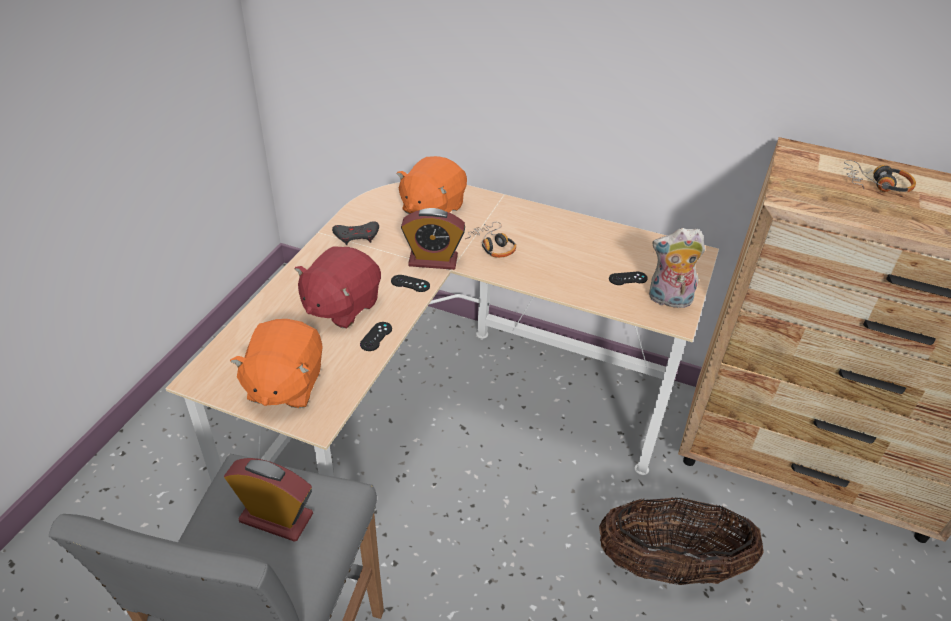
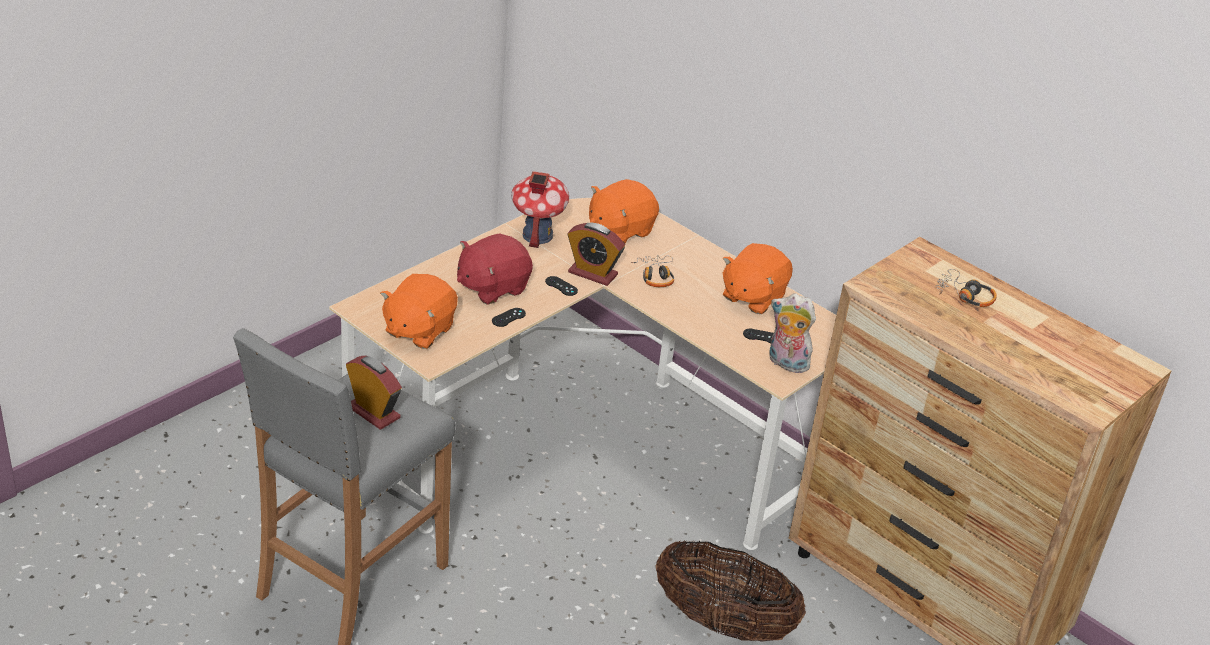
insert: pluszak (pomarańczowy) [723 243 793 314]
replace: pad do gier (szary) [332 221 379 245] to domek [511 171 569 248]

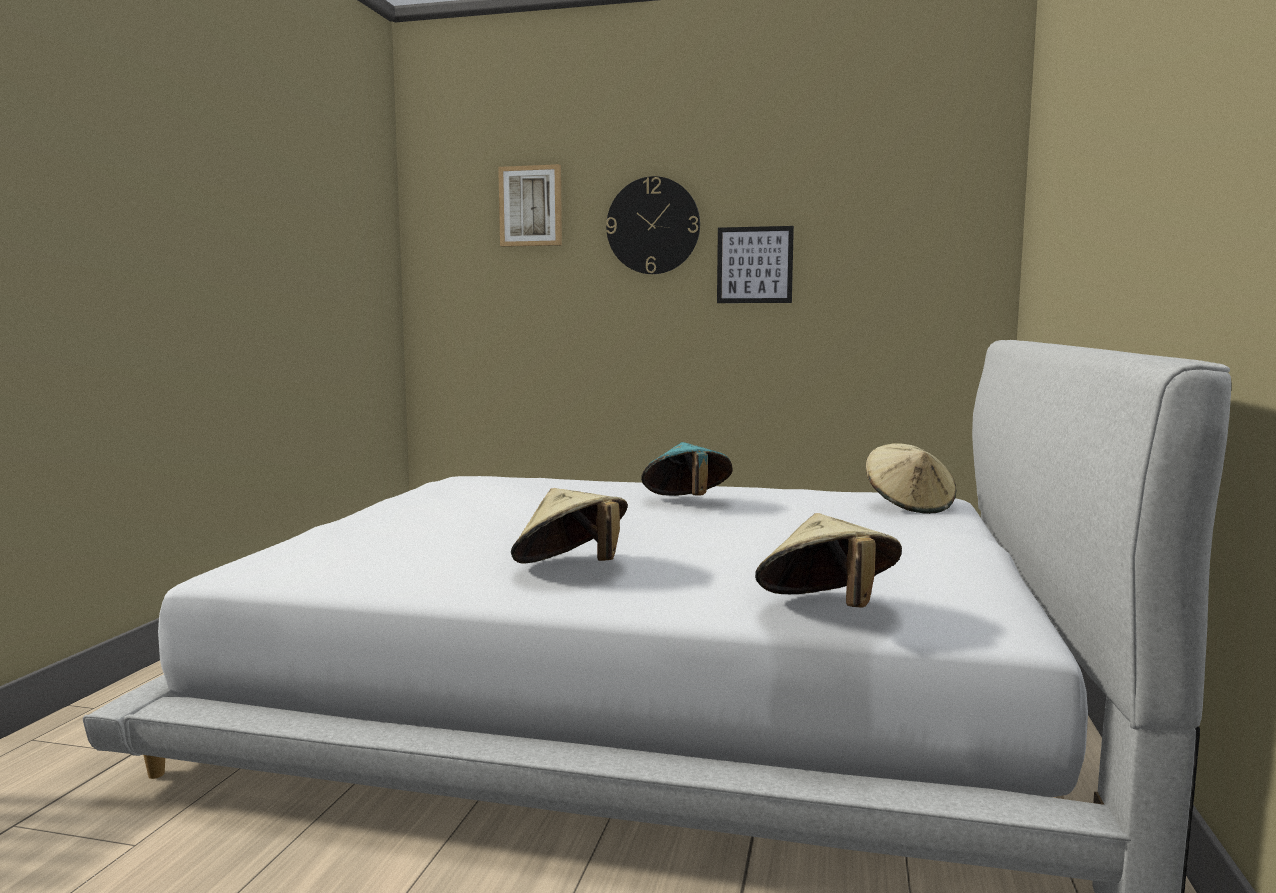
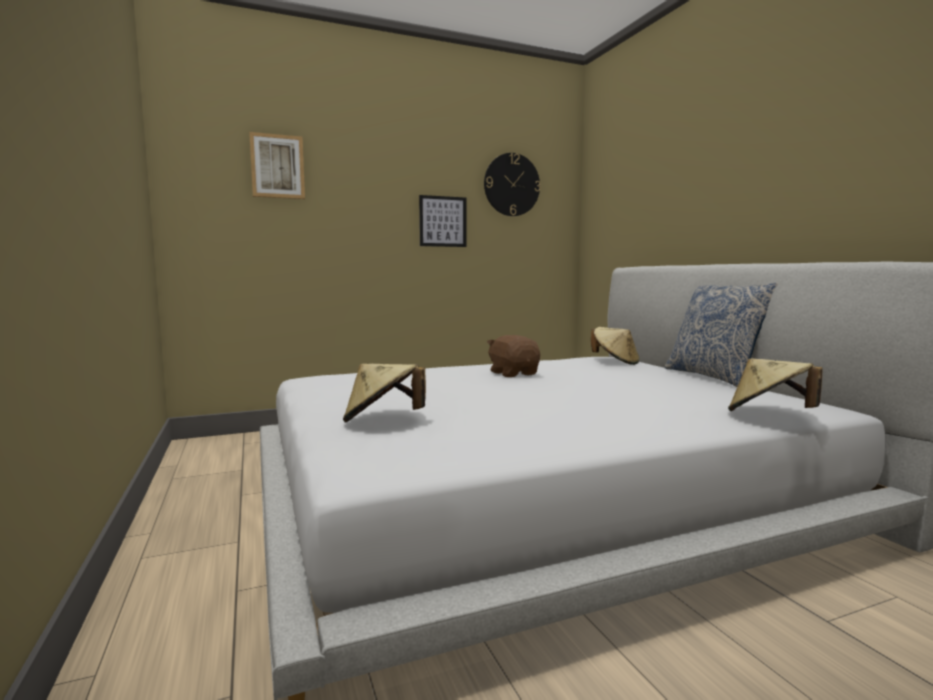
insert: poduszka [664 282 778 387]
move: zegar ścienny [606 176 700 274] to [484 153 541 216]; kapelusz (beżowy) [511 488 628 564] to [343 364 426 423]
replace: kapelusz (turkusowy) [641 442 733 496] to pluszak (brązowy) [487 335 540 377]

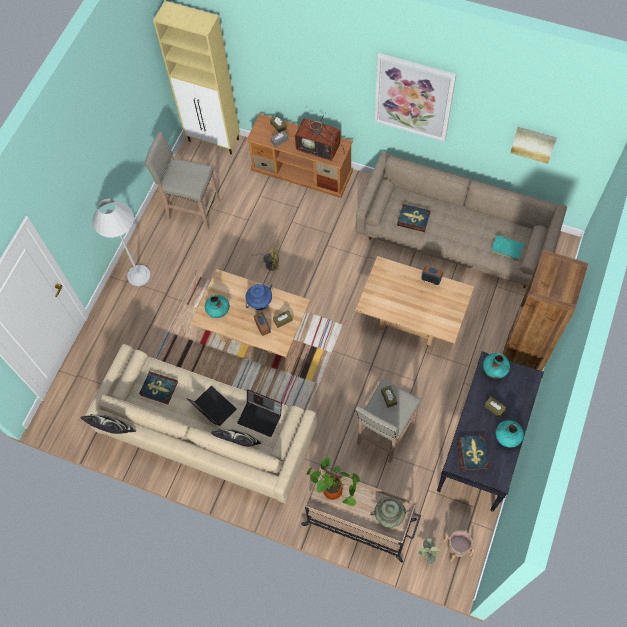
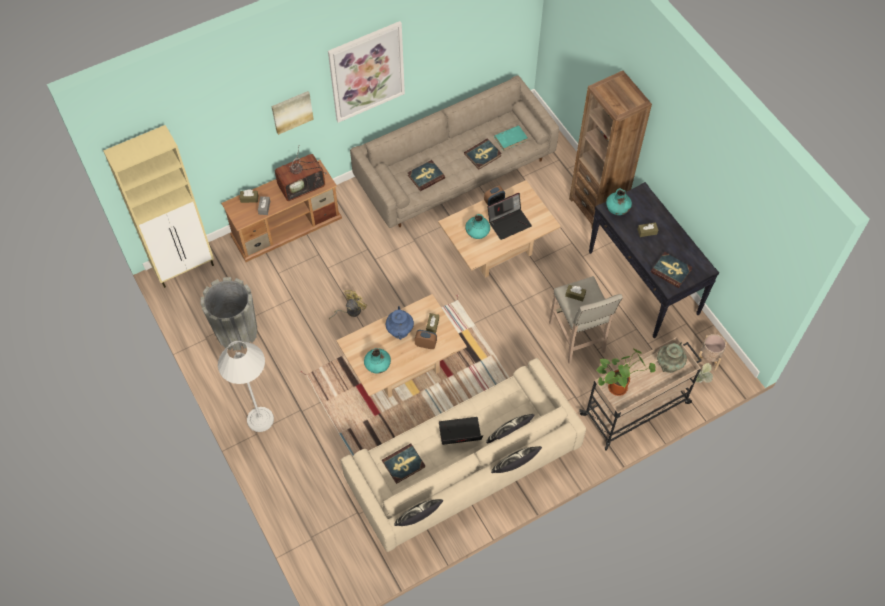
insert: książka [464 139 502 169]; poduszka [491 446 542 473]
move: obraz [510 127 557 164] to [271 91 314 135]; laptop [237 389 282 437] to [487 193 532 240]; wazon (turkusowy) [496 420 524 448] to [465 214 490 239]
replace: stołek (beżowy) [144 131 220 230] to donica (szary) [201 277 257 350]

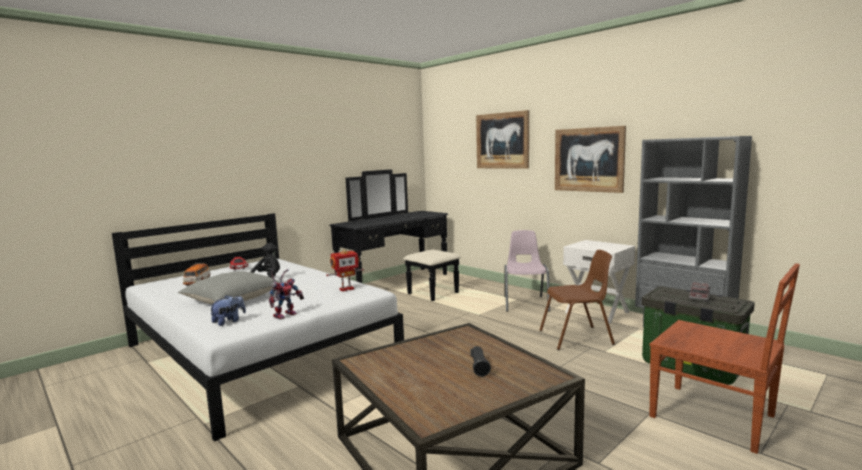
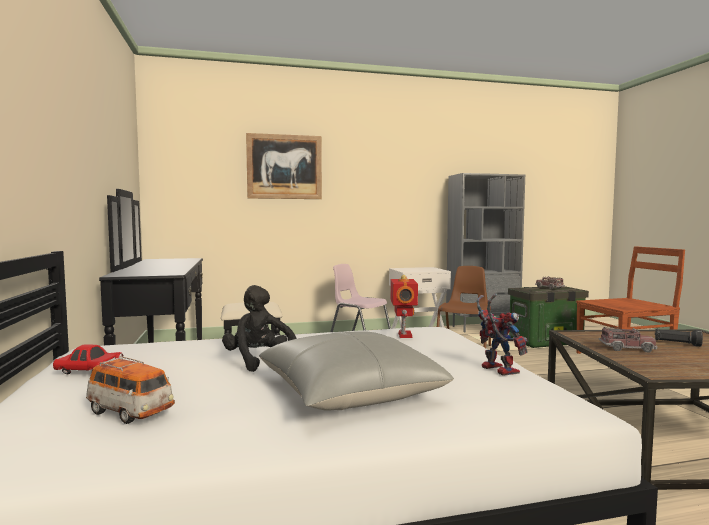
delete: obraz [555 126 626 193]; pluszak [209 295 246 326]
insert: ciężarówka zabawkowa [599 327 657 352]

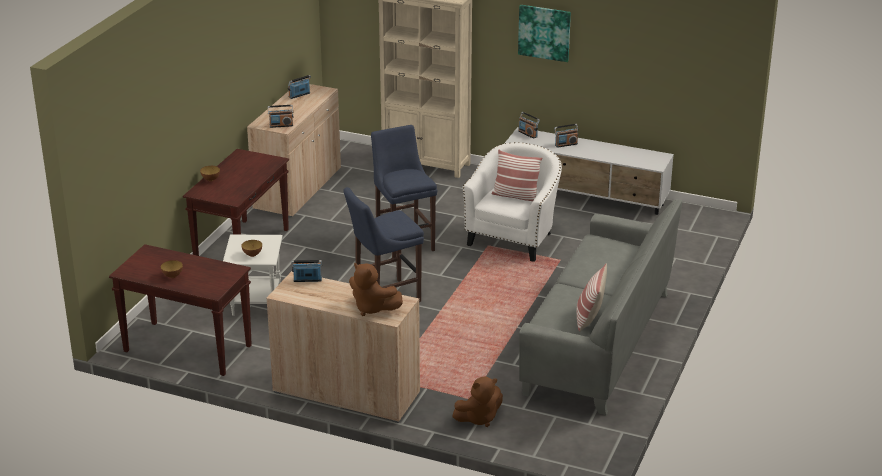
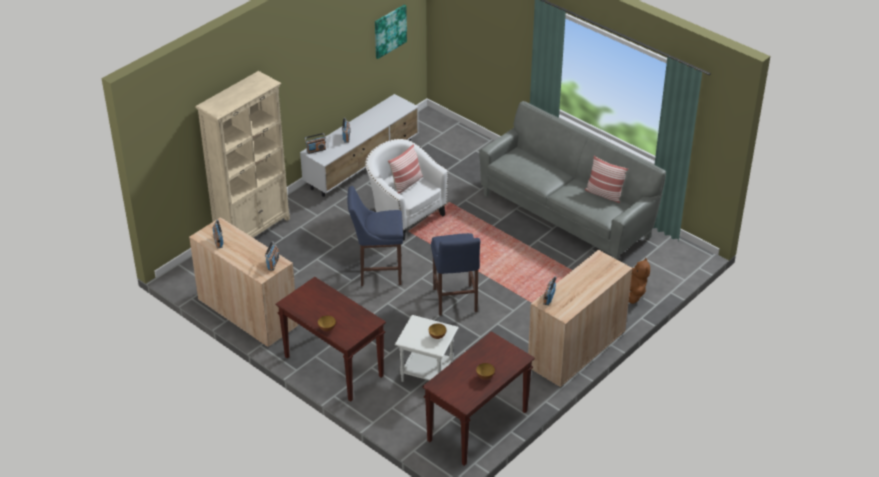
delete: pluszak (brązowy) [349 263 403 316]
move: obraz [518 5 571 62] to [375 5 407 59]

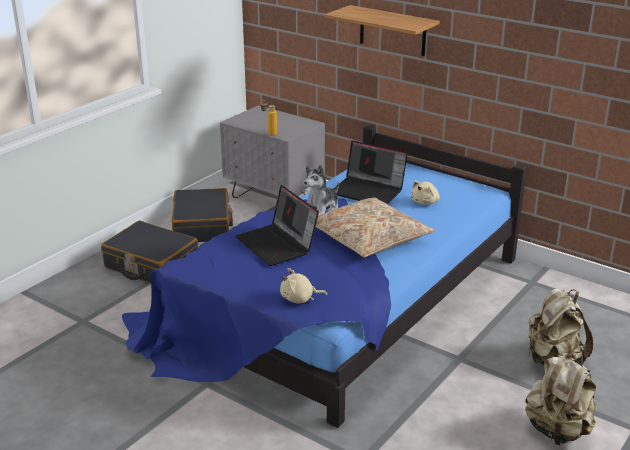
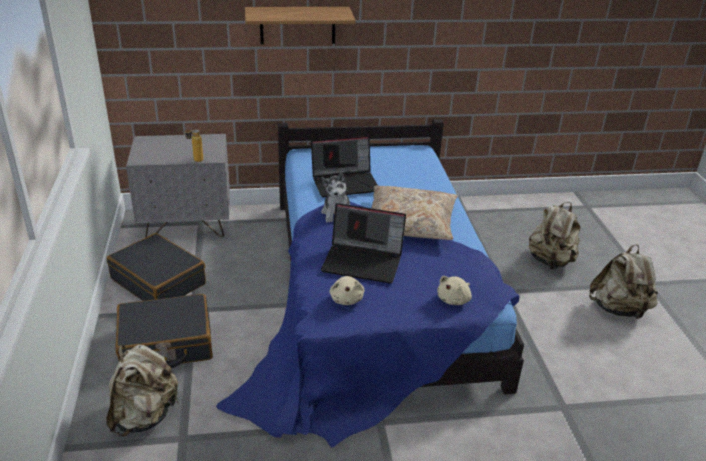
insert: plecak (beżowy) [106 345 179 437]
move: pluszak (beżowy) [411 180 440 205] to [329 276 364 305]

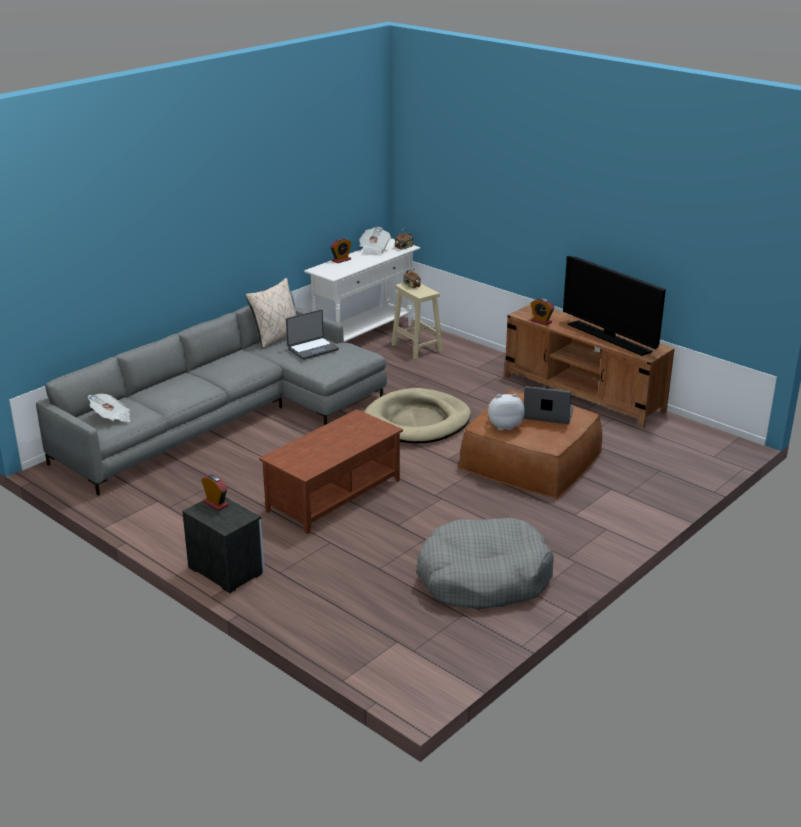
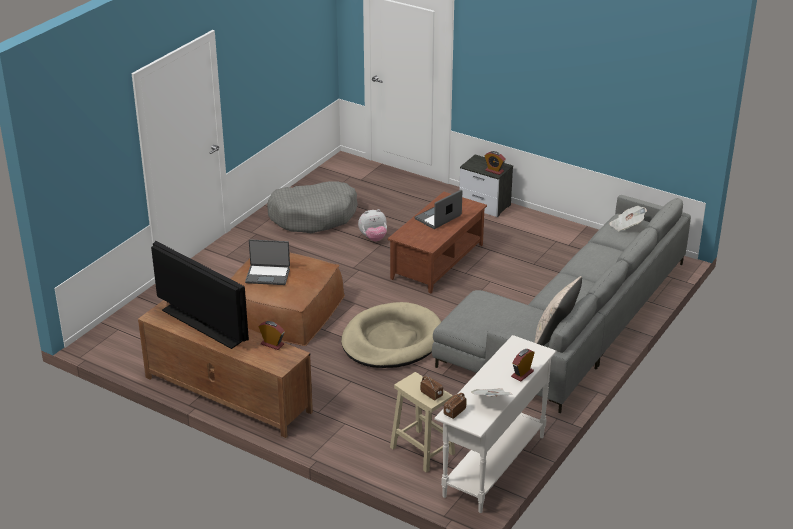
move: laptop [286 309 339 360] to [414 190 462 229]; pluszak [488 394 525 430] to [358 209 387 241]

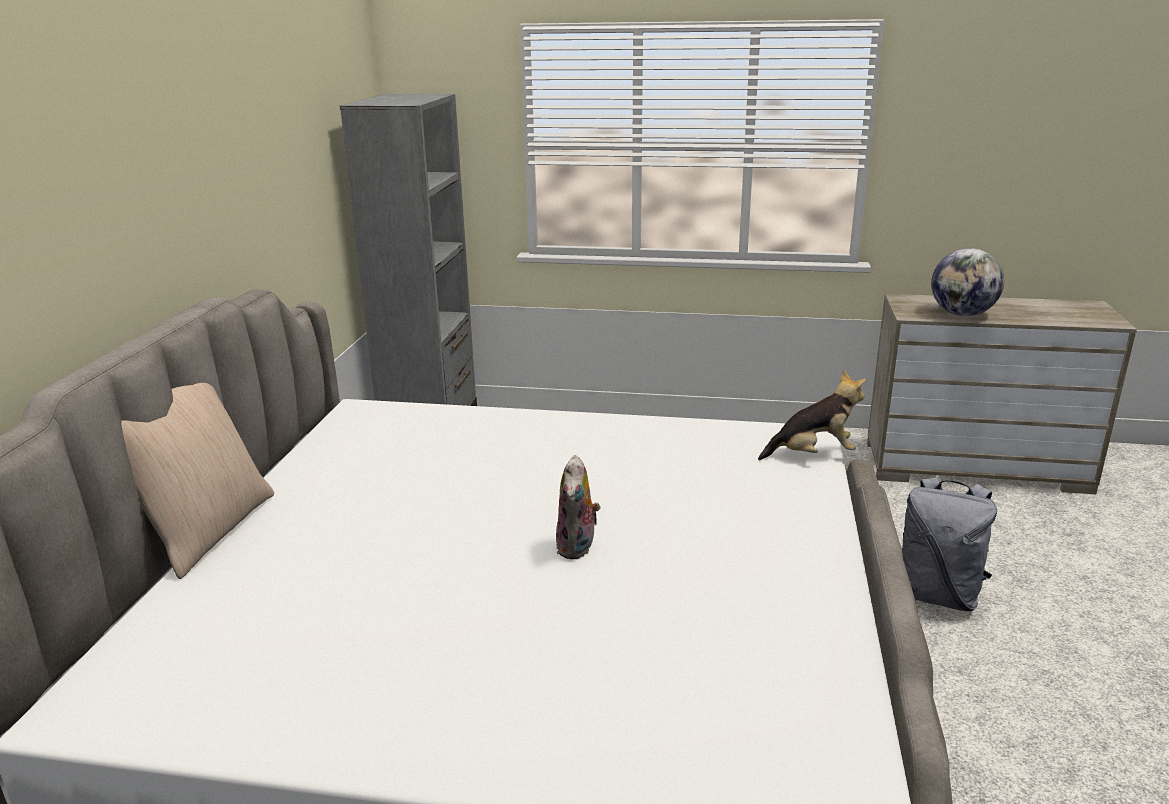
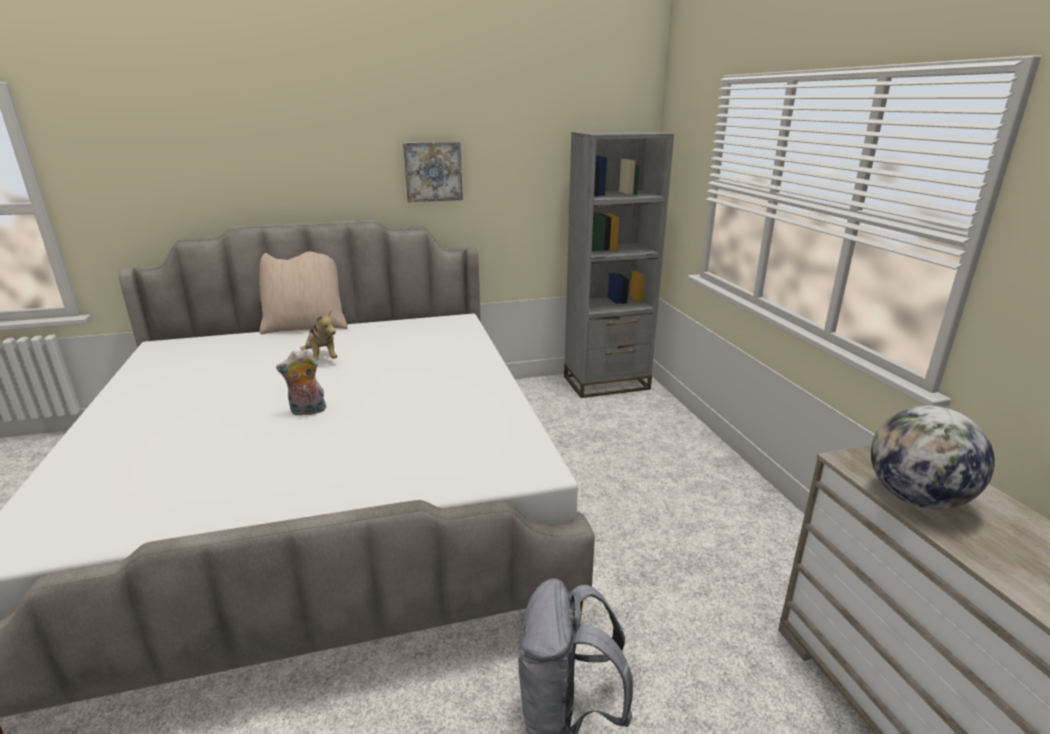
insert: obraz [403 142 463 202]
move: pluszak [758 370 866 460] to [301 310 338 361]

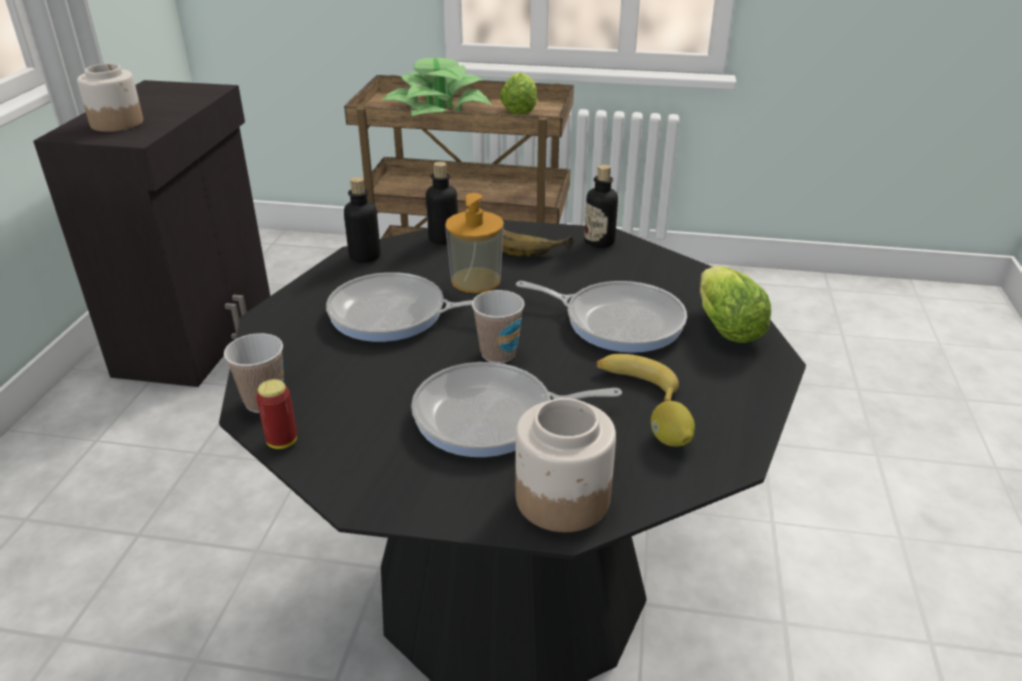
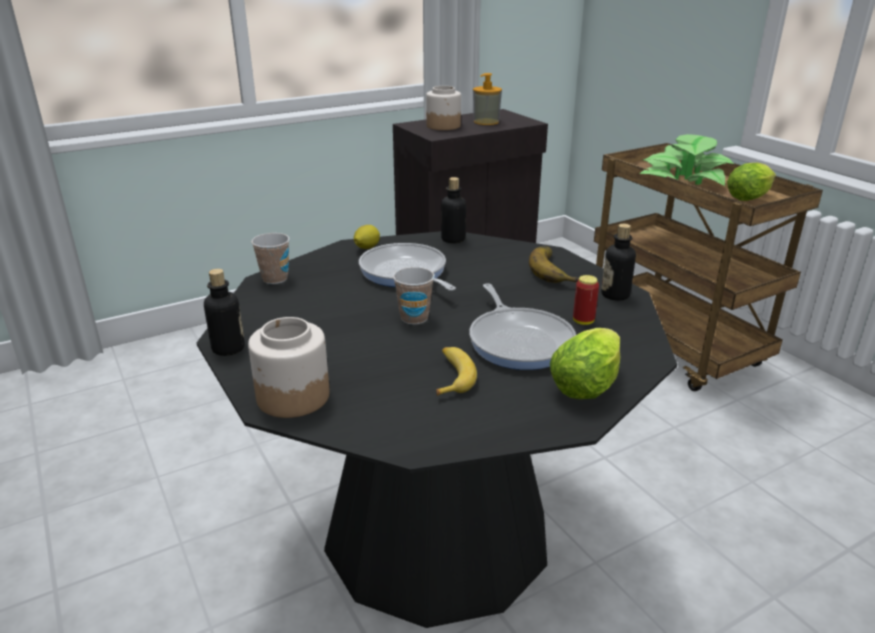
delete: patelnia [411 362 622 457]
move: butelka [426 162 458 245] to [204 269 245 356]; dozownik mydła [445 193 504 293] to [473 73 502 125]; puszka [256 379 297 449] to [573 275 599 325]; cytryna [651 401 695 447] to [354 225 380 249]

